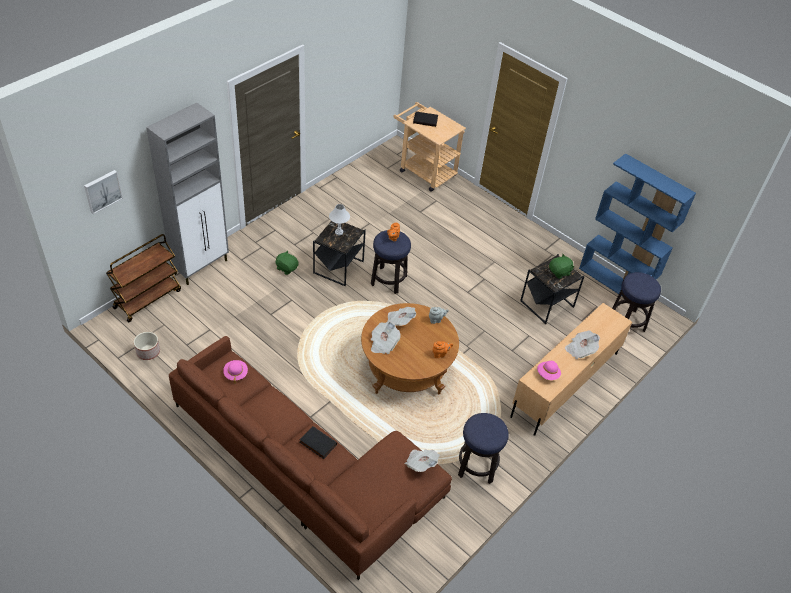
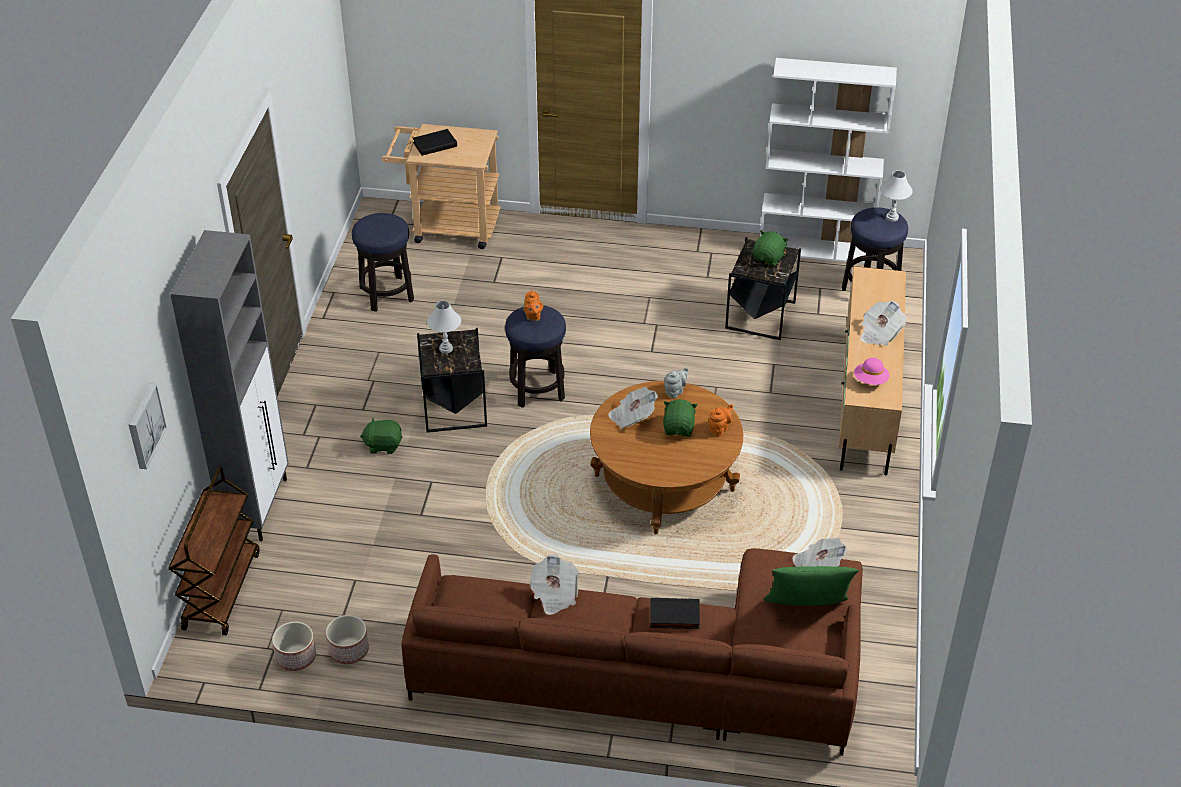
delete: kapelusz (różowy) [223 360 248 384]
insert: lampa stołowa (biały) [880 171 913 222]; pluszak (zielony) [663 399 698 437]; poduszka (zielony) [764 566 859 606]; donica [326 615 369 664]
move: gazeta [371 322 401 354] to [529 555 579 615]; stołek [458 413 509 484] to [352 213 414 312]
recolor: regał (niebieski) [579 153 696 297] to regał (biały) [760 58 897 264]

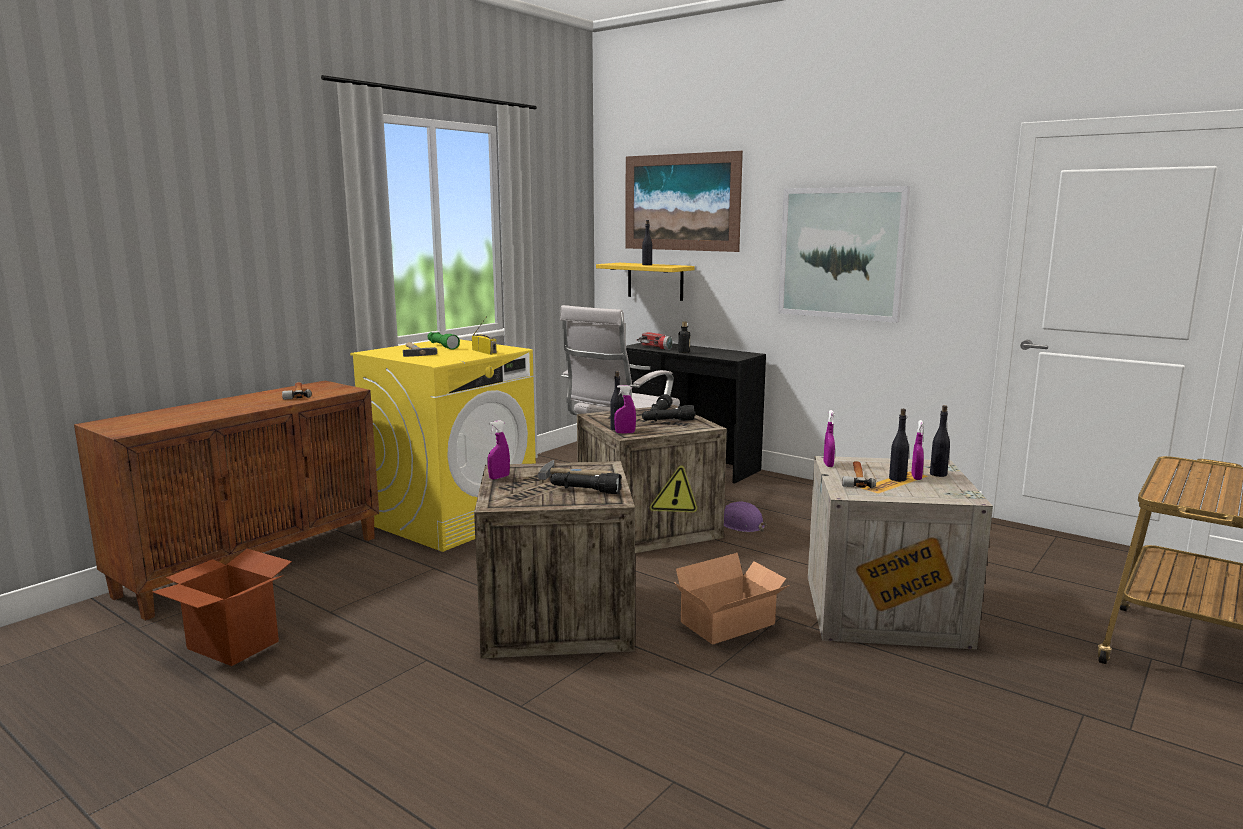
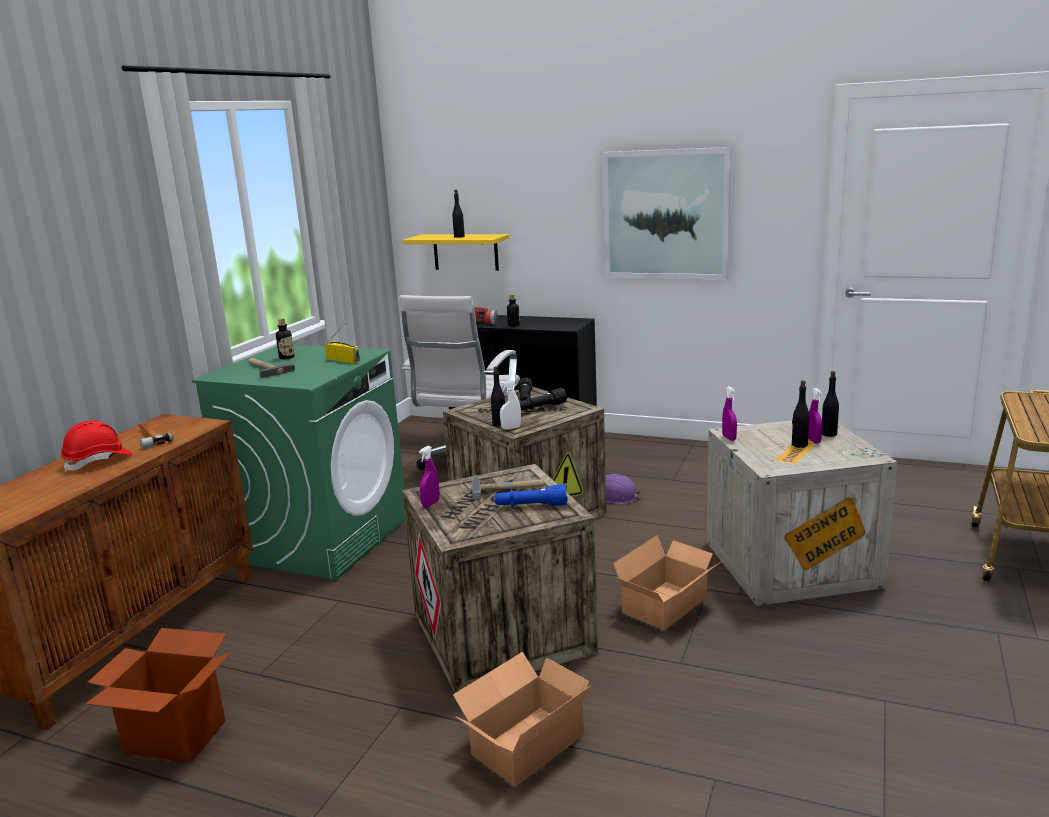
delete: obraz [626 151 743 252]; młotek [842 461 876 488]
insert: kask (czerwony) [61 420 132 472]; karton [453 652 591 786]
replace: latarka (zielony) [427 332 460 350] to butelka [276 318 294 359]
recolor: pralka (żółty) [350 339 536 552] to pralka (zielony) [192 345 405 580]; spryskiwacz (fioletowy) [614 385 636 433] to spryskiwacz (biały) [500 380 521 430]; latarka (czarny) [550 472 622 494] to latarka (niebieski) [495 484 568 507]

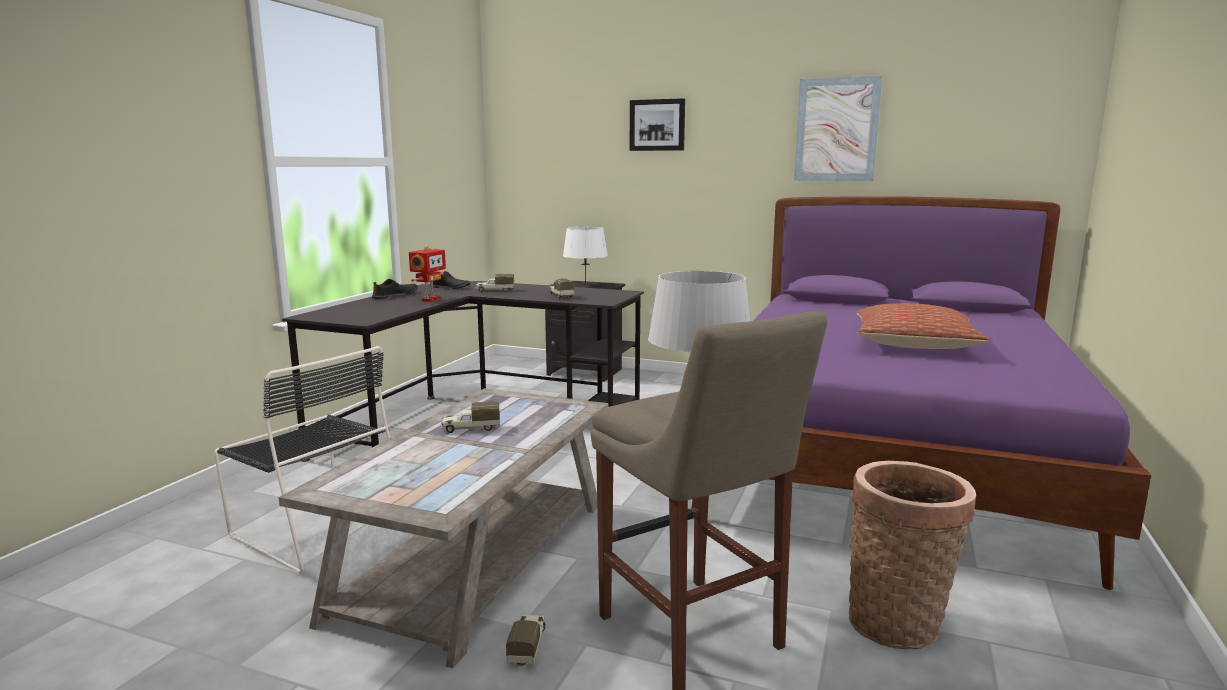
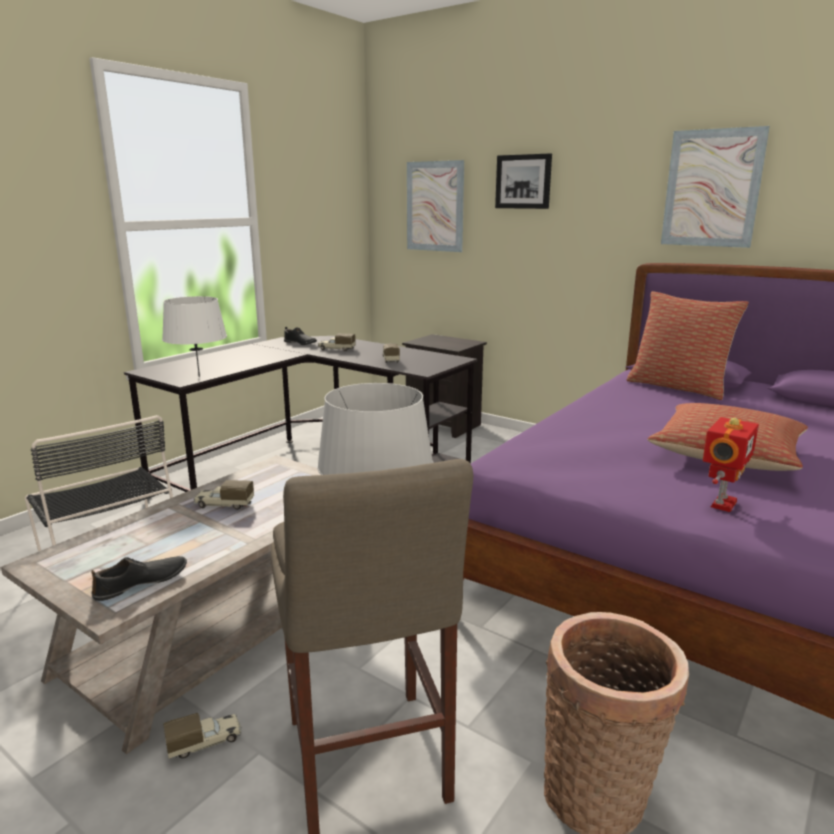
insert: obraz [407 160 464 252]; poduszka [627 291 749 400]
move: lampa stołowa (biały) [563 227 608 285] to [162 296 227 377]; robot zabawkowy [409 245 446 302] to [703 417 759 512]; but (czarny) [372 279 418 299] to [91 556 187 601]
rotate: ciężarówka zabawkowa [506 614 545 666] = [163 713 242 759] 45 degrees clockwise

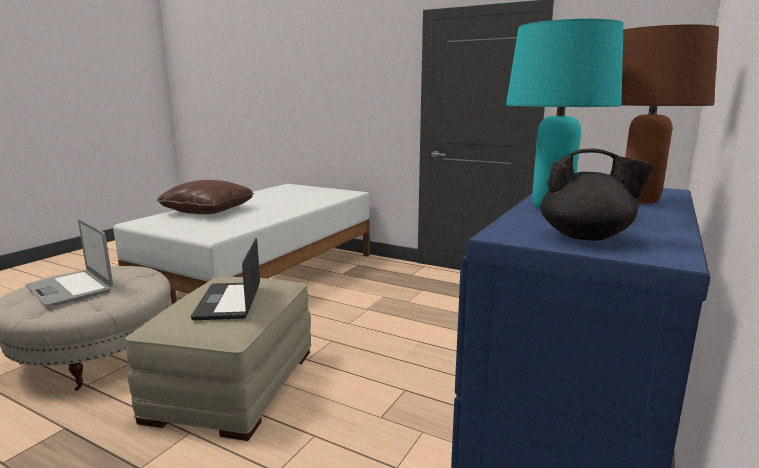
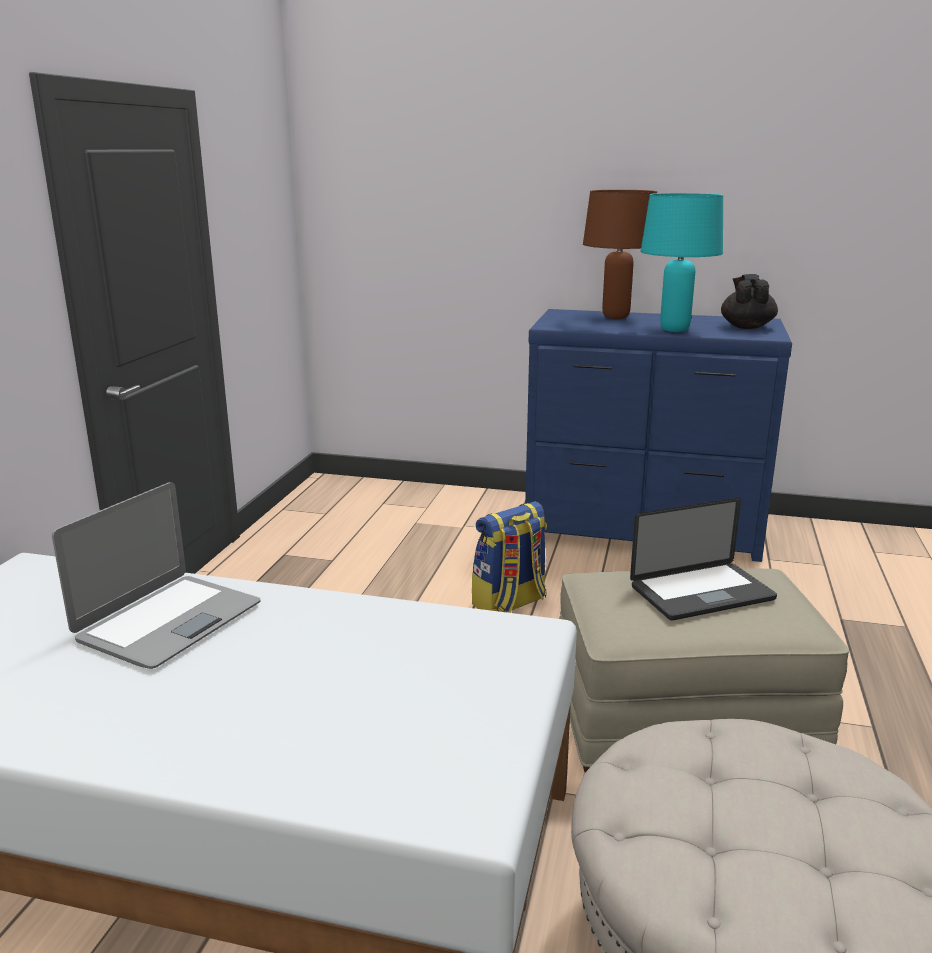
delete: poduszka (brązowy) [157 180 254 214]
insert: plecak [472 501 547 613]
move: laptop [26 220 113 306] to [52 482 261 669]

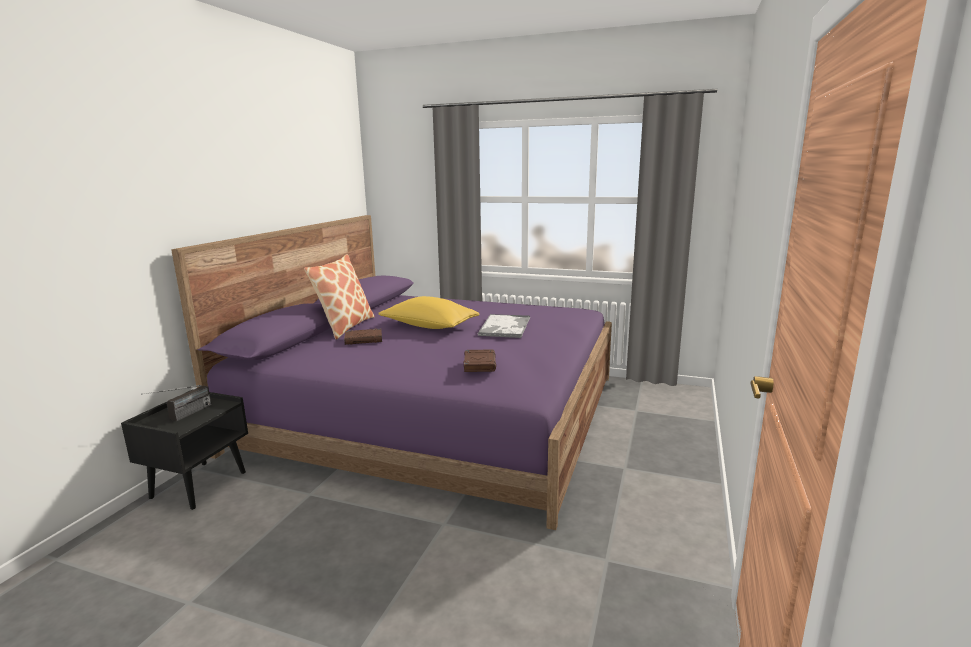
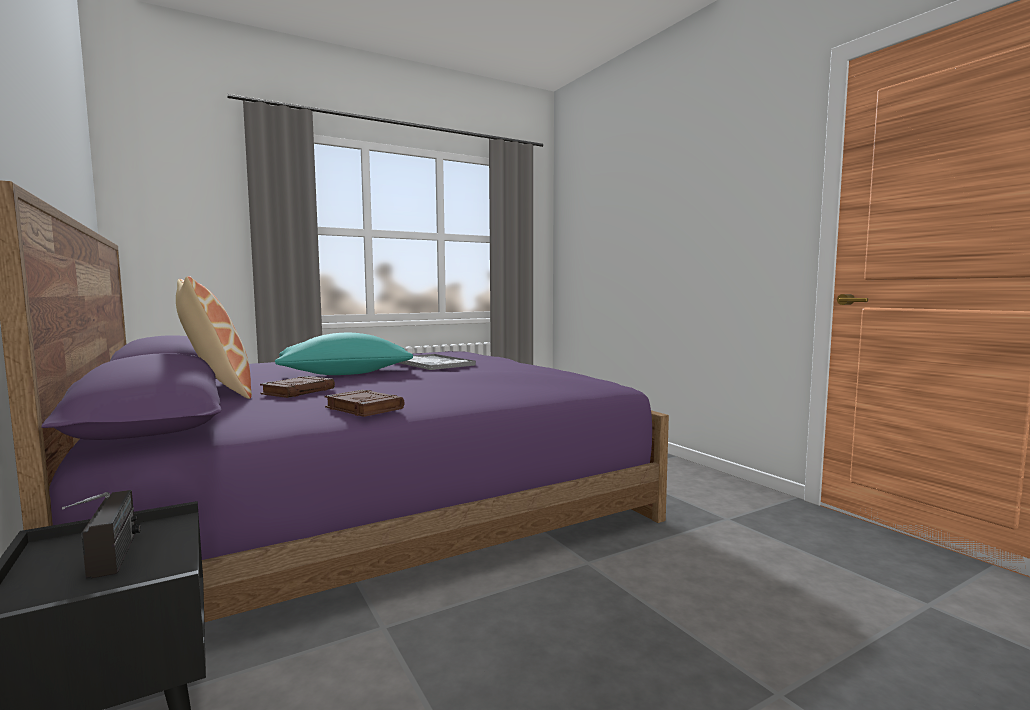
move: książka (brązowy) [464 349 496 372] to [325 390 405 417]
recolor: poduszka (żółty) [378 296 480 329] to poduszka (turkusowy) [275 333 413 375]

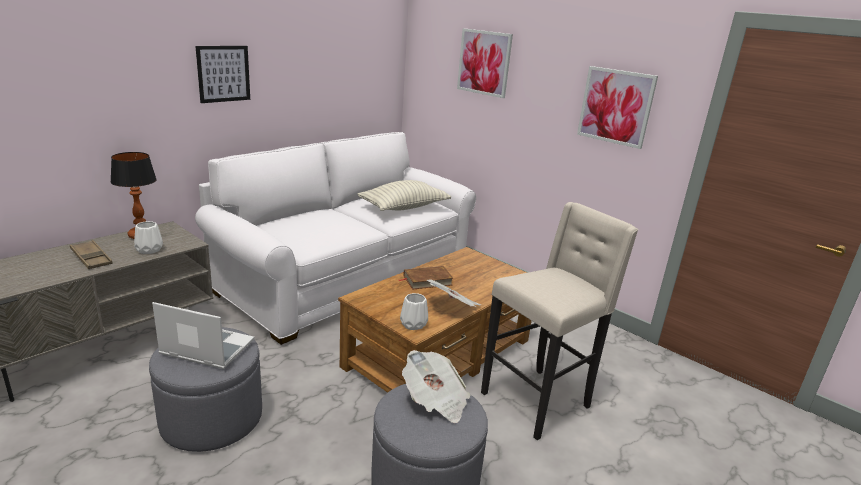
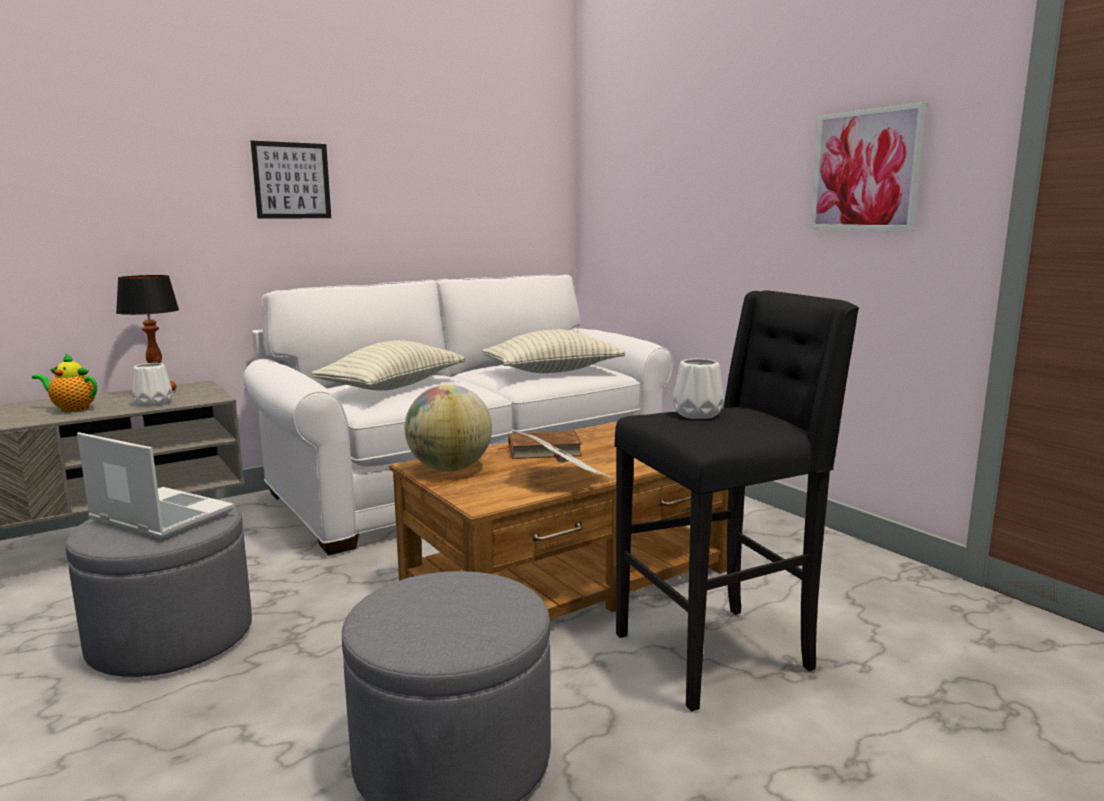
delete: obraz [457 28 513 98]; gazeta [402 350 471 423]
insert: poduszka [311 340 465 391]; globus [404 385 492 471]
move: wazon (biały) [400 293 428 330] to [673 359 724 419]
replace: taca (brązowy) [70 240 113 269] to imbryk [32 353 97 412]
recolor: stołek (beżowy) [481 202 638 440] to stołek (czarny) [614 290 859 712]

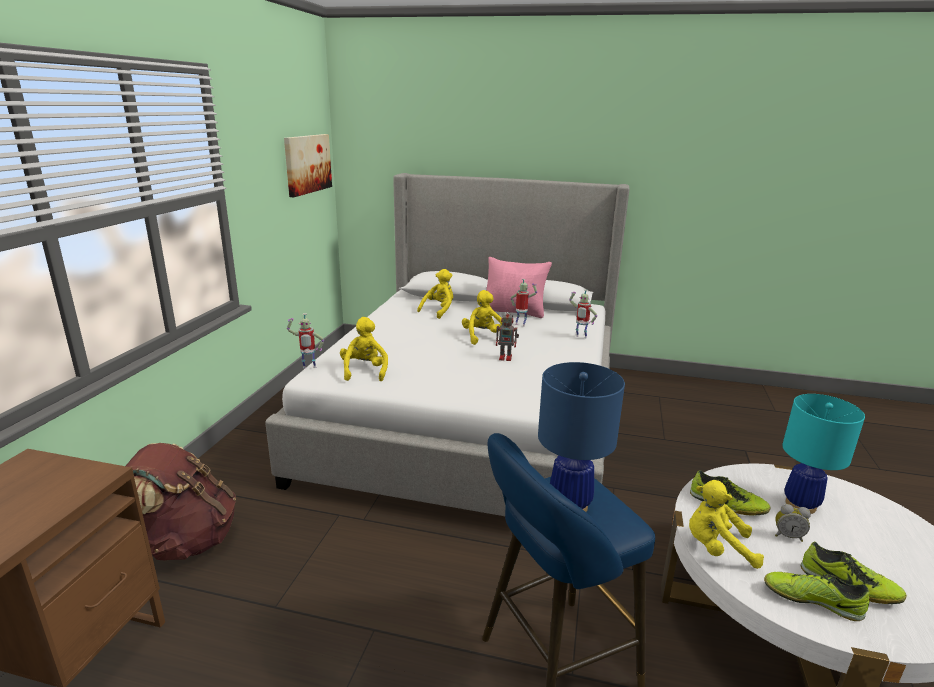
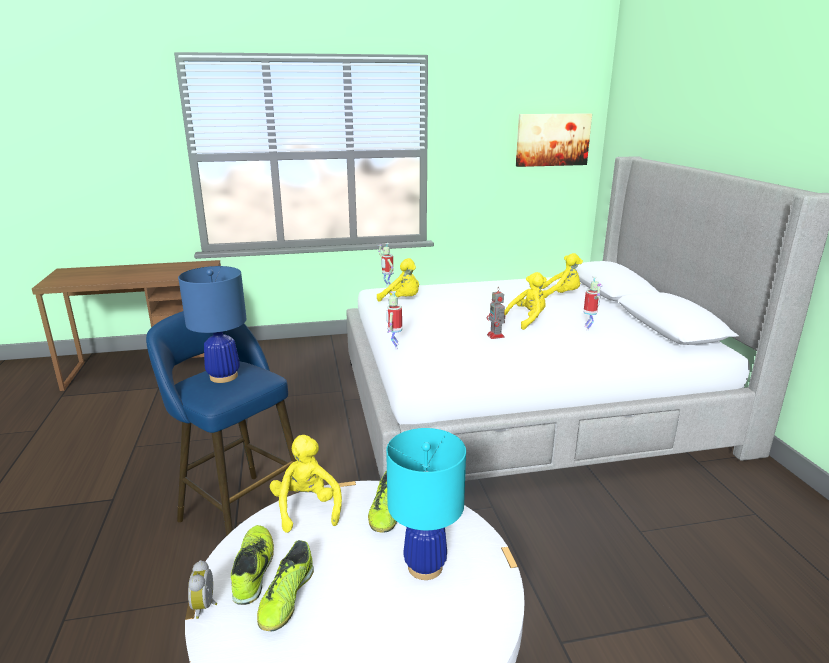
delete: poduszka (różowy) [486 257 552 318]; plecak (brązowy) [126 443 236 560]
move: robot zabawkowy [569 289 597 338] to [386 291 402 349]; budzik [775 504 811 542] to [188 560 217 619]
rotate: pluszak (żółty) [340 317 388 381] = [377 258 419 302] 60 degrees clockwise

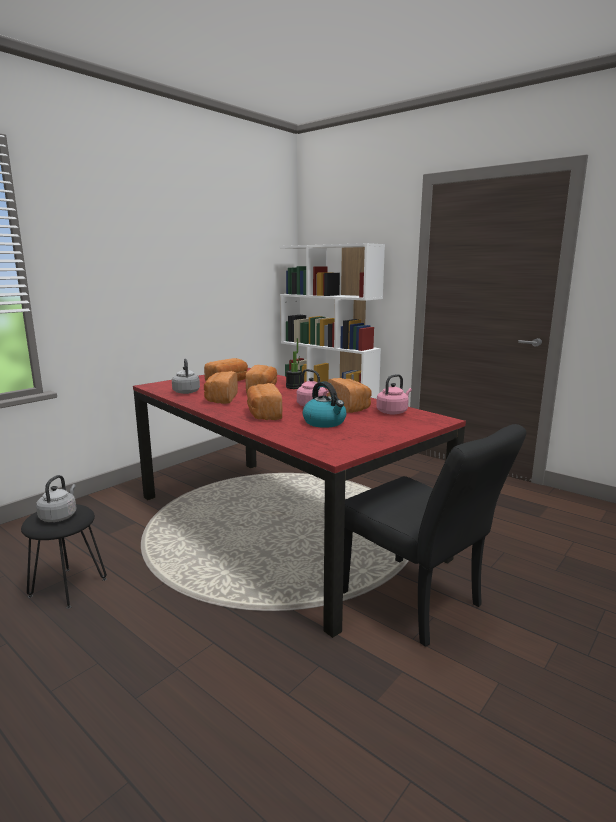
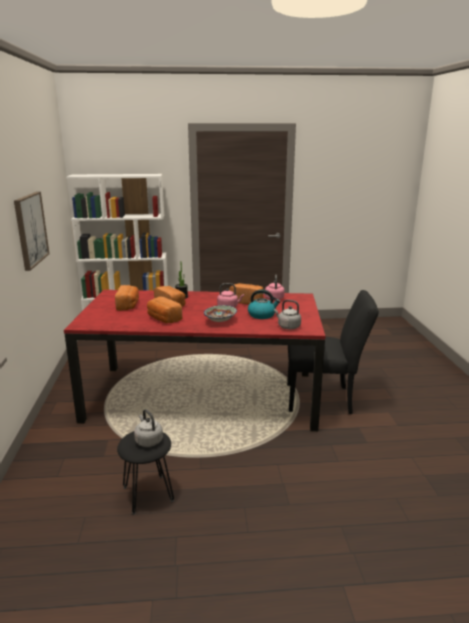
insert: obraz [14 192 50 271]
move: czajnik (szary) [172 359 200 394] to [274 300 301 329]
replace: chleb [247 383 282 420] to miska [204 305 237 322]

